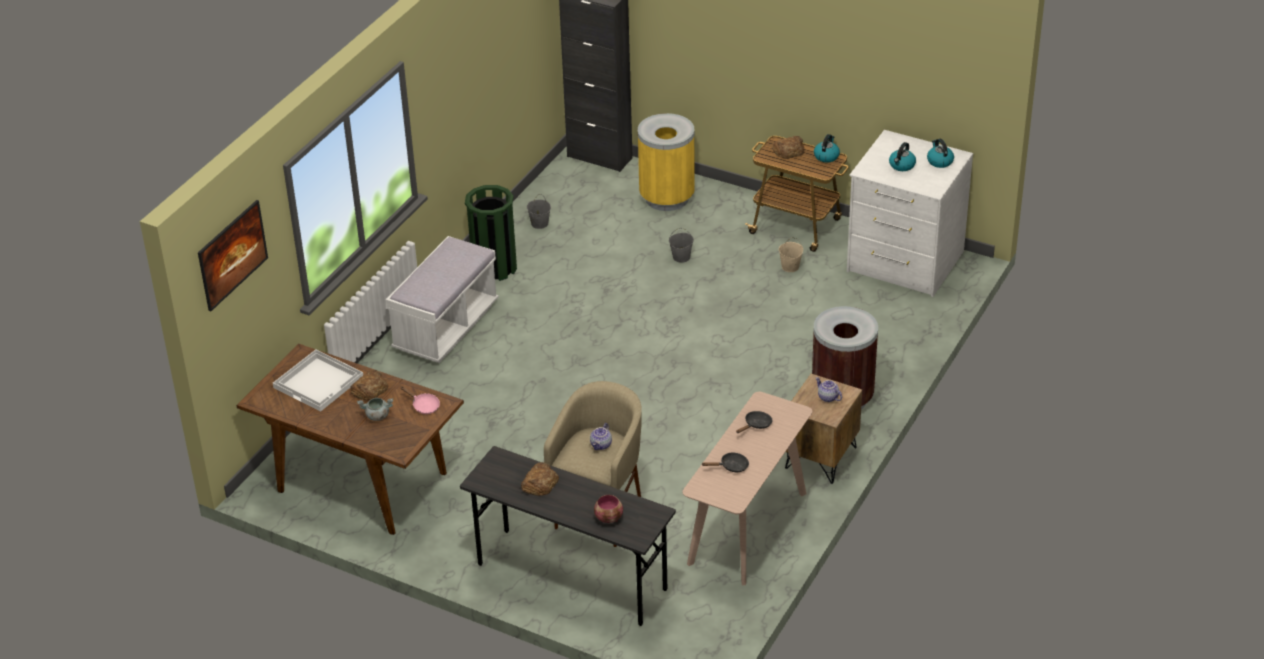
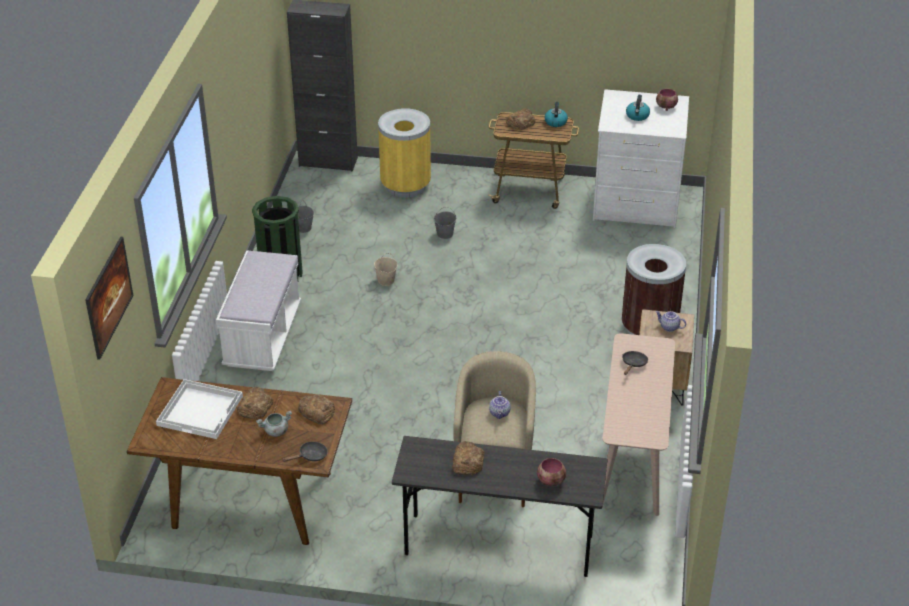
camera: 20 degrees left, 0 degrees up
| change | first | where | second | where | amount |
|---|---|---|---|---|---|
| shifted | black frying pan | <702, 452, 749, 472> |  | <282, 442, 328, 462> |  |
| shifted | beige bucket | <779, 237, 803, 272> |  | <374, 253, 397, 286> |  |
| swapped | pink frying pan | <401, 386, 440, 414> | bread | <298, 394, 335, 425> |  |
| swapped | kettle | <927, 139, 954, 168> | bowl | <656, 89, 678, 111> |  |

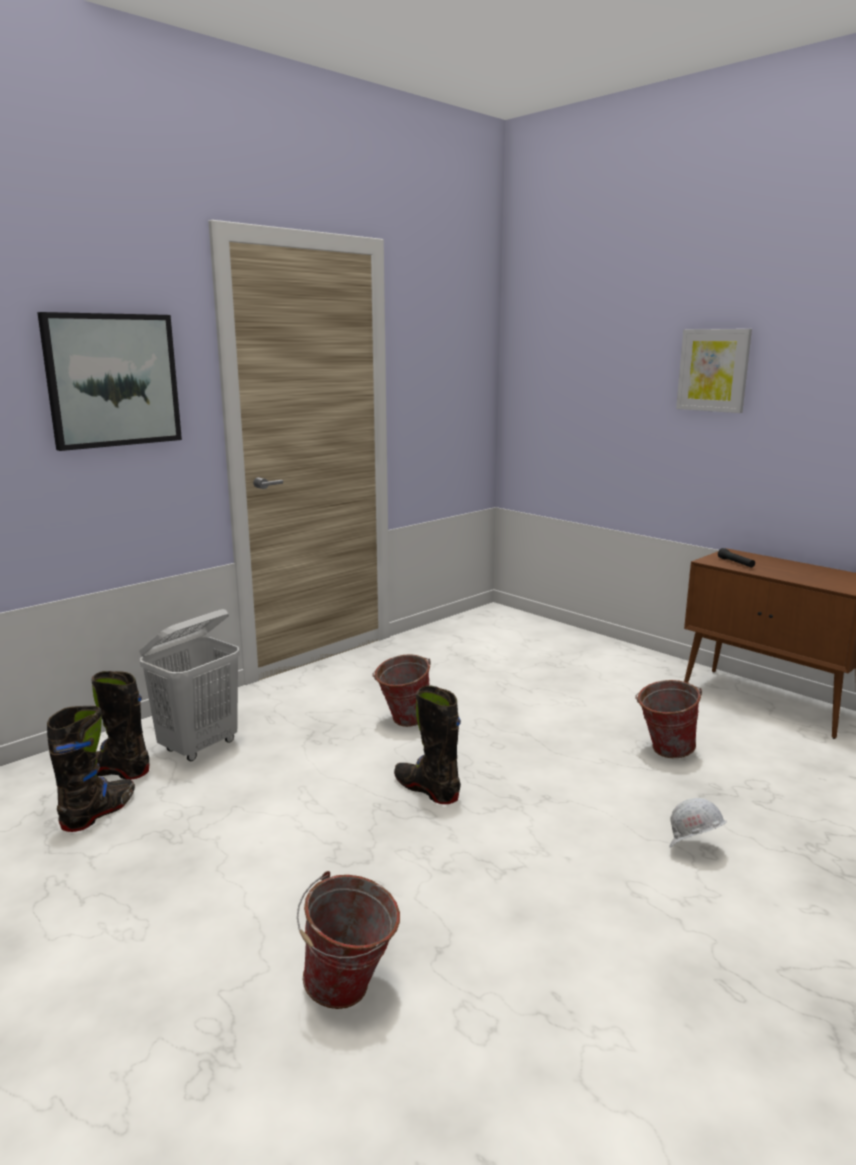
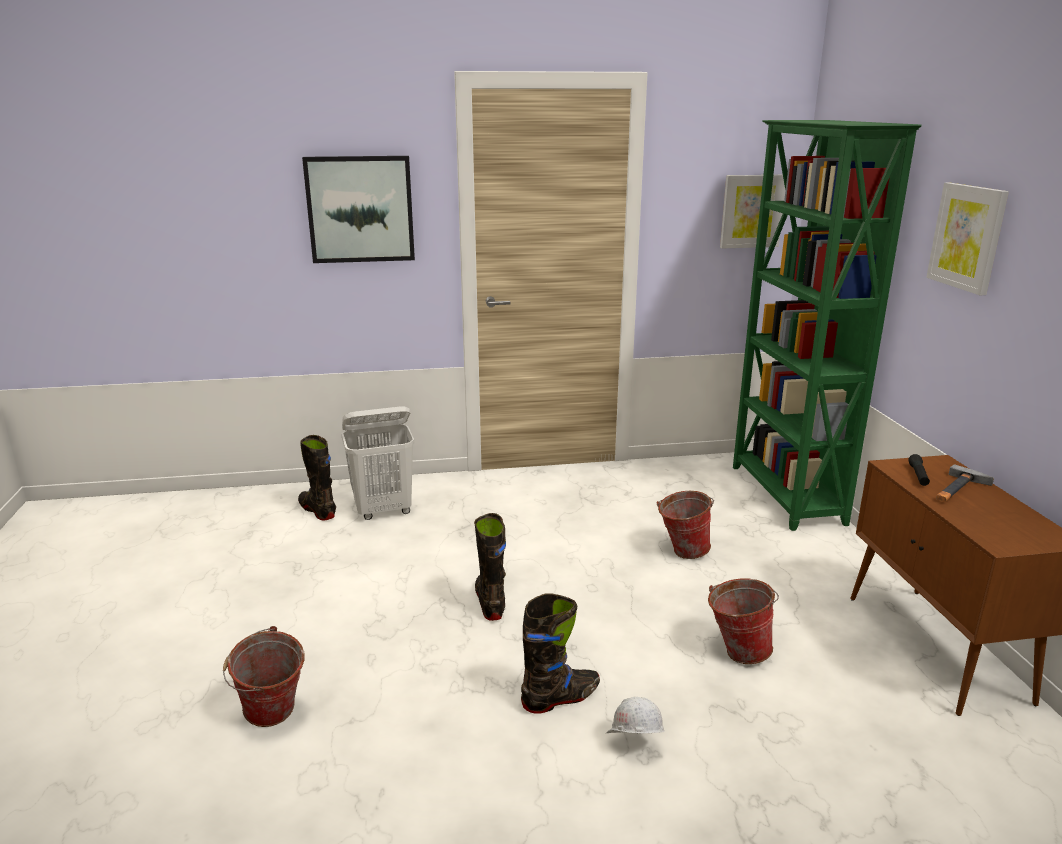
camera: 35 degrees right, 5 degrees up
| change | first | where | second | where | amount |
|---|---|---|---|---|---|
| new |  |  | picture | <720, 175, 785, 249> |  |
| new |  |  | green bookcase | <733, 120, 922, 531> |  |
| new |  |  | hammer | <936, 464, 994, 502> |  |
| shifted | black boot | <47, 706, 135, 832> |  | <521, 593, 600, 714> |  |
| shifted | bucket | <373, 654, 431, 727> |  | <657, 491, 714, 559> |  |

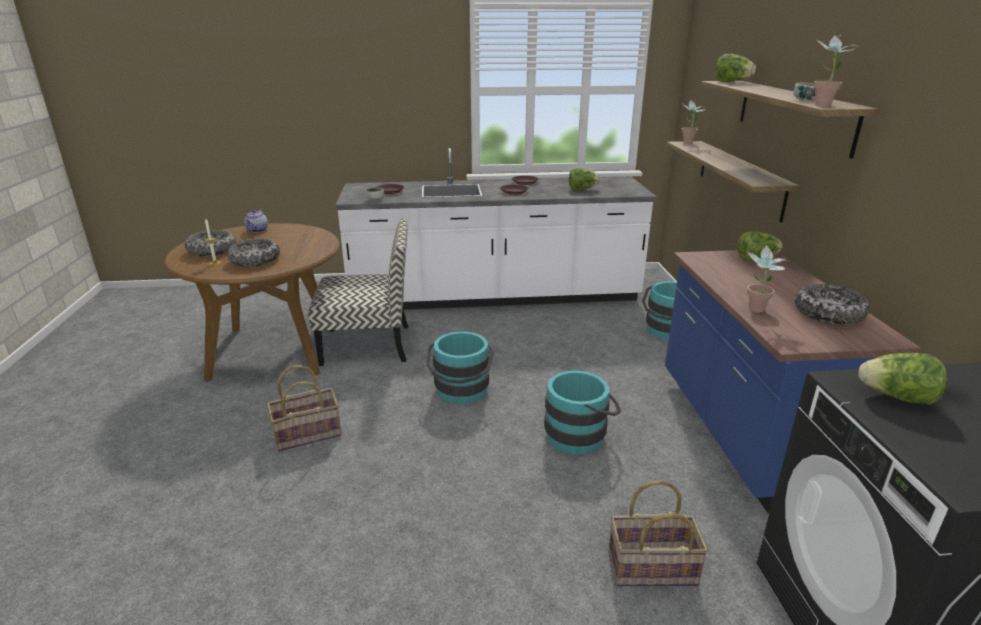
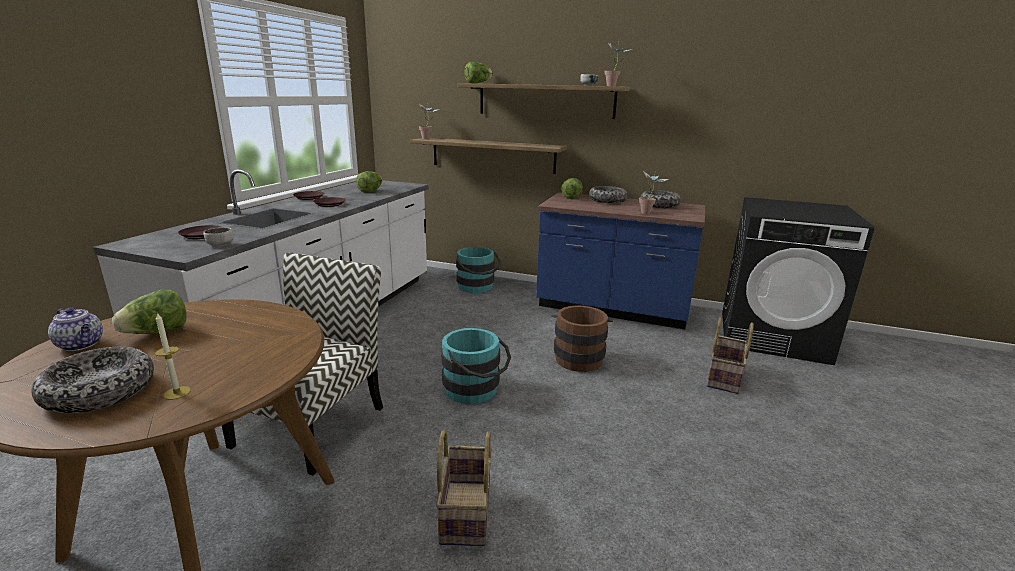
camera: 65 degrees left, 5 degrees down
| change | first | where | second | where | amount |
|---|---|---|---|---|---|
| shifted | bowl | <227, 238, 280, 267> |  | <589, 186, 628, 203> |  |
| shifted | lettuce | <858, 353, 947, 405> |  | <112, 289, 187, 334> |  |
| repainted | turquoise bucket | <544, 370, 621, 455> | brown bucket | <551, 306, 613, 372> |  |

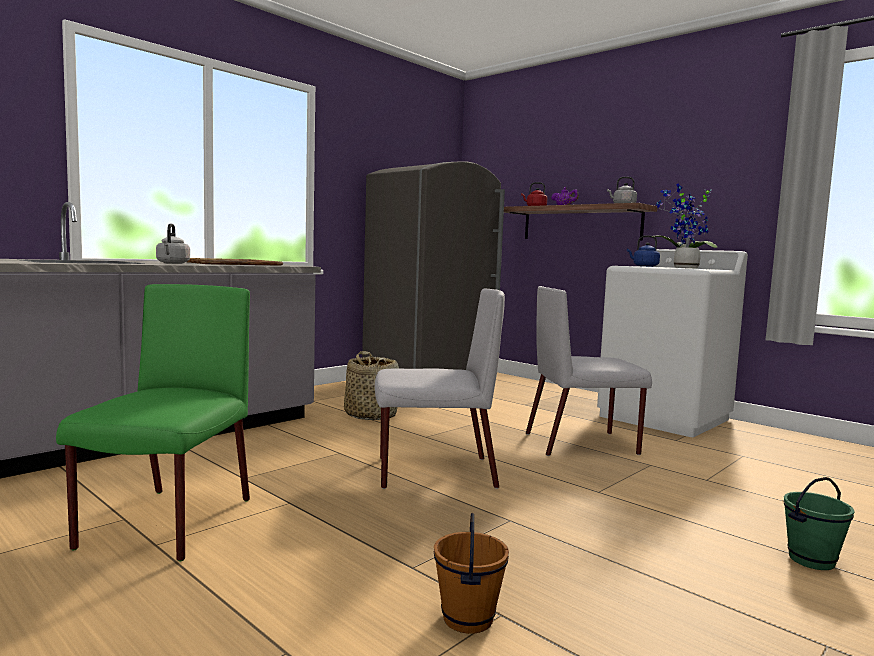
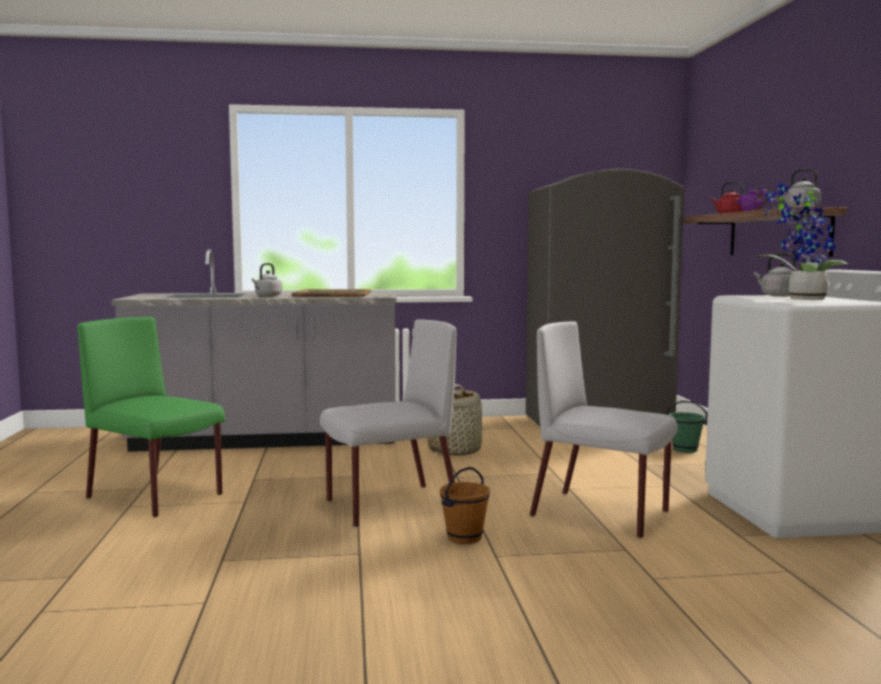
camera: 40 degrees right, 0 degrees up
| change | first | where | second | where | amount |
|---|---|---|---|---|---|
| shifted | brown bucket | <434, 513, 509, 634> |  | <440, 467, 490, 544> |  |
| shifted | green bucket | <784, 477, 855, 570> |  | <666, 401, 708, 453> |  |
| repainted | blue kettle | <627, 235, 660, 267> | grey kettle | <754, 253, 796, 297> |  |
| rotated | green chair | <56, 284, 250, 562> |  | <77, 317, 225, 518> | 105 degrees counterclockwise |
| rotated | grey chair | <375, 289, 505, 489> |  | <320, 319, 456, 527> | 60 degrees counterclockwise |

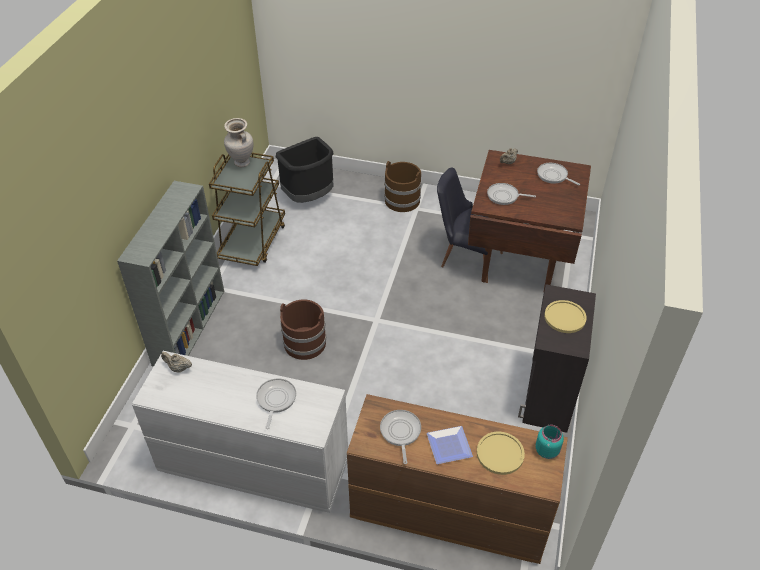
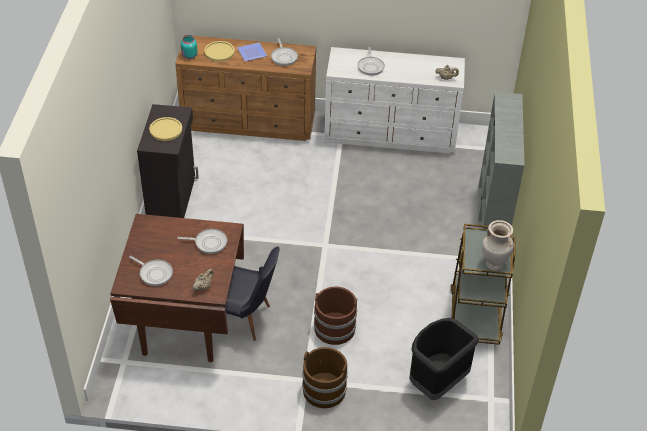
camera: 170 degrees right, 0 degrees up
| change | first | where | second | where | amount |
|---|---|---|---|---|---|
| shifted | brown bucket | <280, 300, 326, 360> |  | <314, 286, 357, 345> |  |

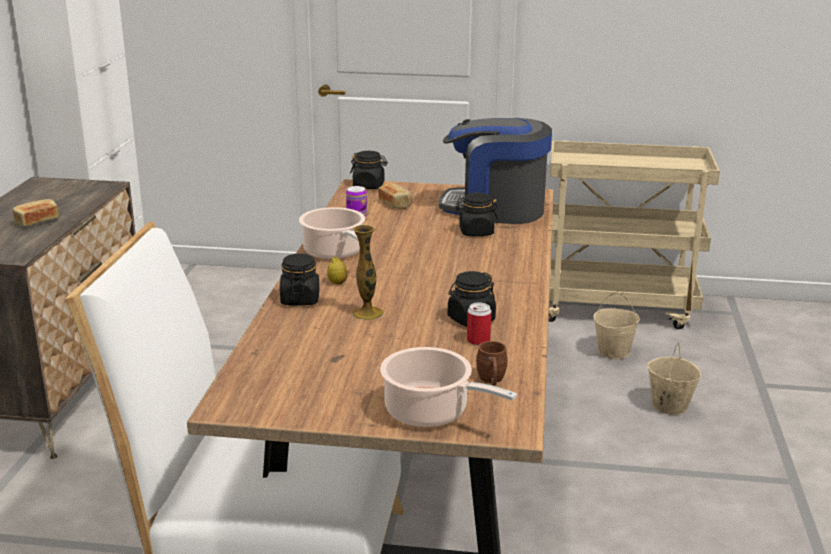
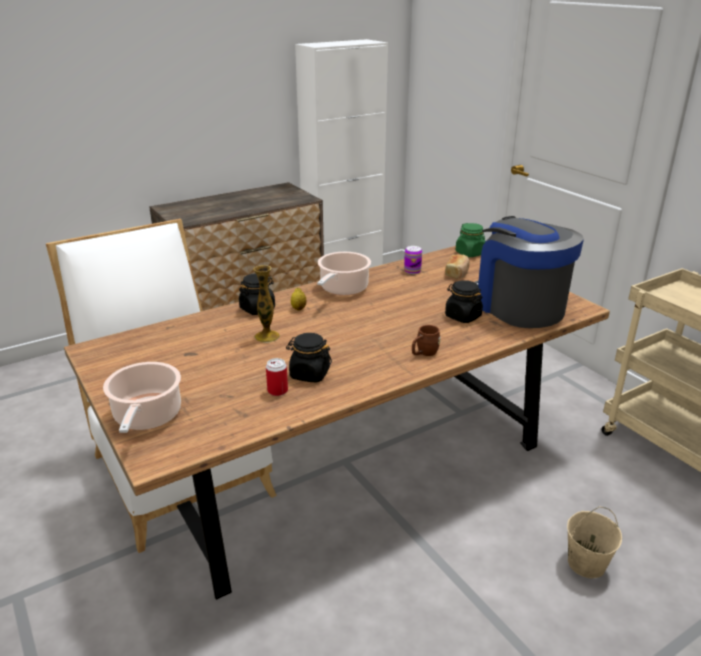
camera: 50 degrees right, 5 degrees up
| change | first | where | second | where | amount |
|---|---|---|---|---|---|
| gone | bread | <12, 199, 59, 226> |  |  |  |
| gone | beige bucket | <594, 293, 640, 359> |  |  |  |
| shifted | brown mug | <476, 341, 508, 386> |  | <412, 325, 441, 356> |  |
| repainted | black jar | <350, 151, 388, 189> | green jar | <456, 223, 486, 257> |  |

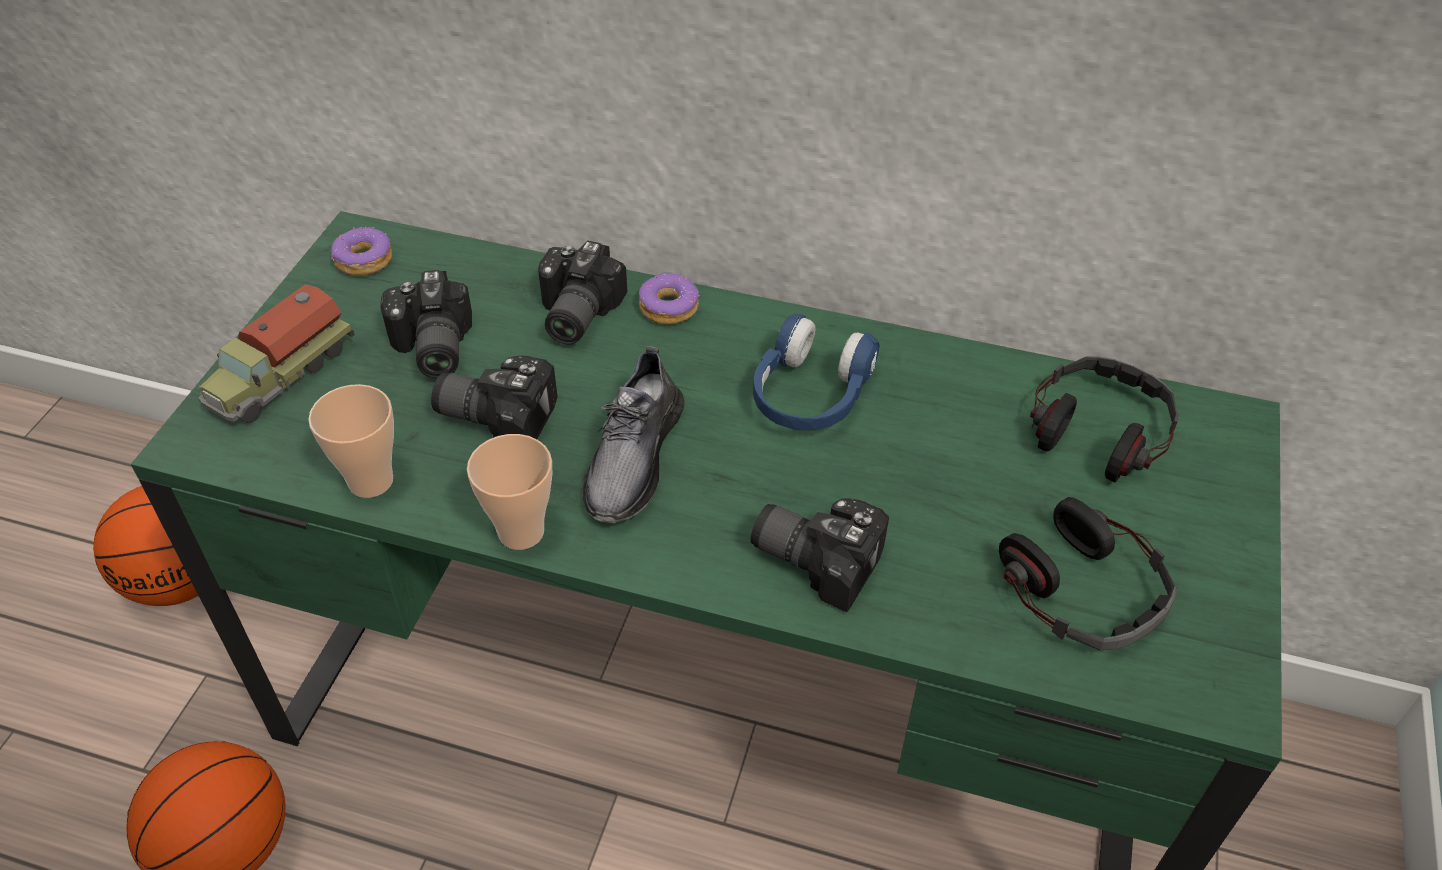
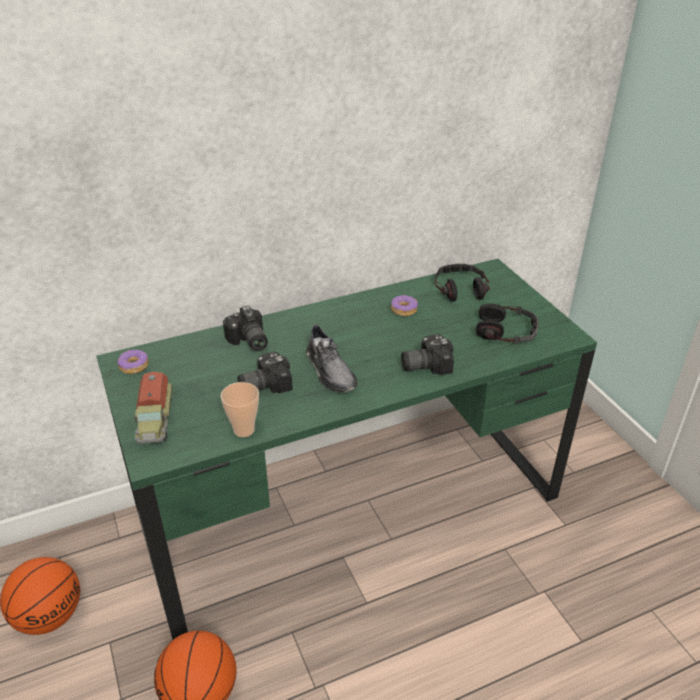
camera: 40 degrees left, 10 degrees down
| change | first | where | second | where | amount |
|---|---|---|---|---|---|
| gone | photo camera | <380, 270, 472, 379> |  |  |  |
| gone | cup | <467, 434, 552, 550> |  |  |  |
| gone | blue headphones | <753, 314, 880, 431> |  |  |  |
| shifted | donut | <639, 274, 700, 324> |  | <391, 295, 418, 316> |  |

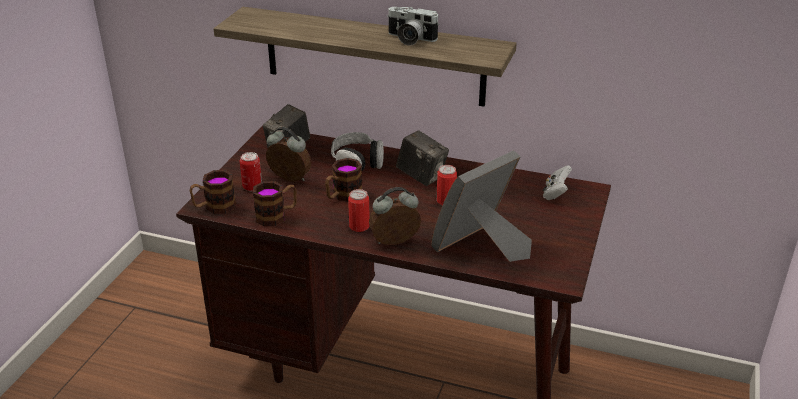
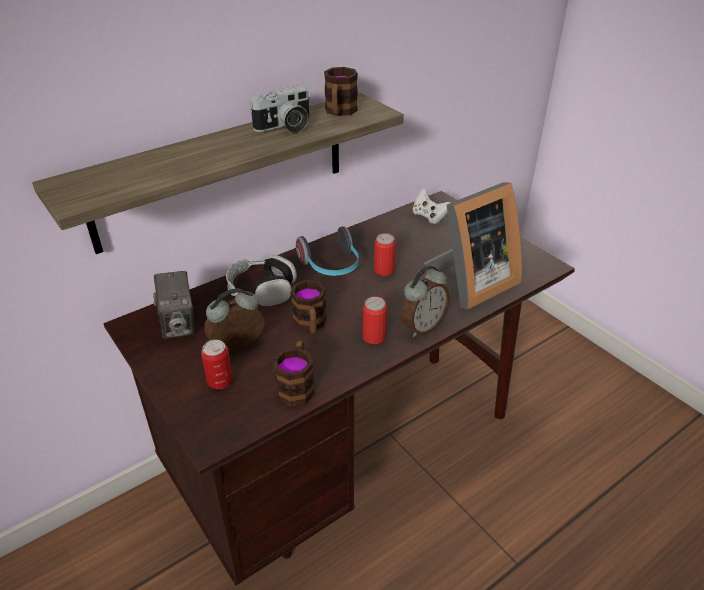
camera: 55 degrees left, 5 degrees up
| change | first | where | second | where | amount |
|---|---|---|---|---|---|
| shifted | mug | <190, 170, 236, 214> |  | <324, 67, 358, 116> |  |
| swapped | photo camera | <396, 130, 449, 186> | headphones | <296, 226, 359, 276> |  |
| rotated | alarm clock | <369, 187, 421, 245> |  | <401, 265, 450, 337> | 150 degrees counterclockwise |
| rotated | picture frame | <431, 150, 532, 262> |  | <424, 182, 522, 309> | 120 degrees counterclockwise |

